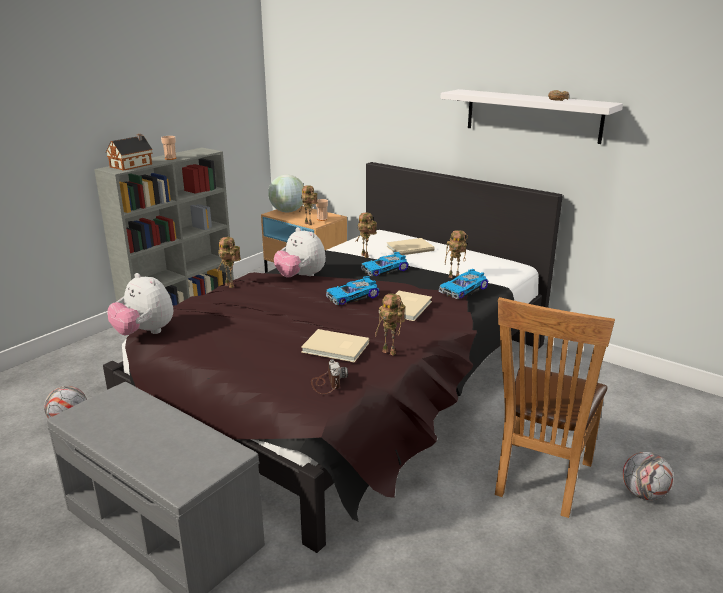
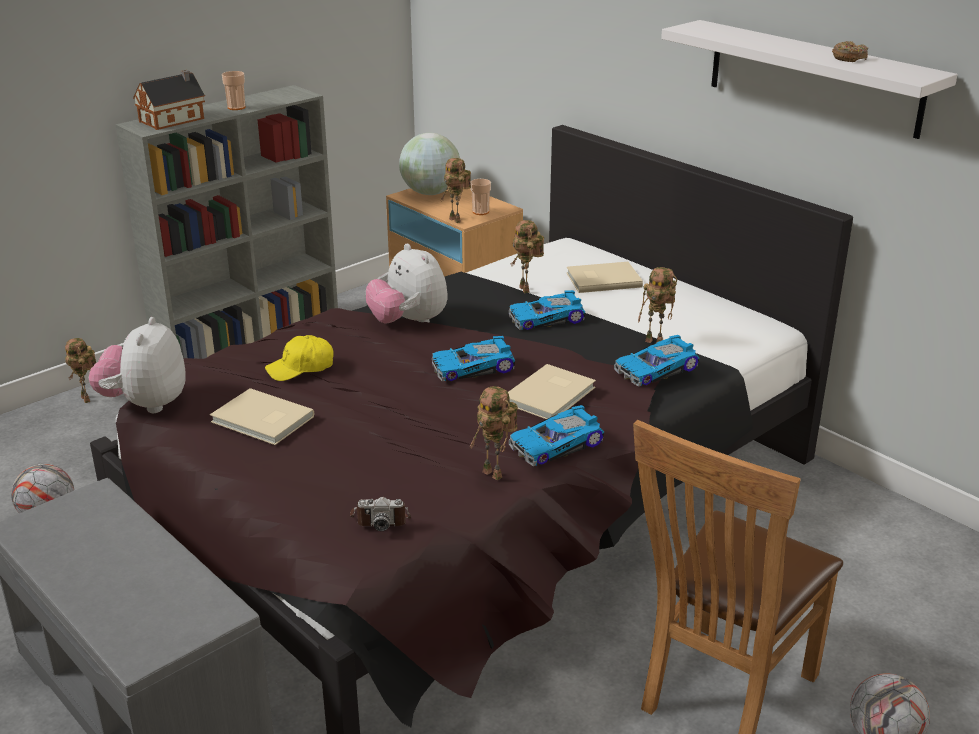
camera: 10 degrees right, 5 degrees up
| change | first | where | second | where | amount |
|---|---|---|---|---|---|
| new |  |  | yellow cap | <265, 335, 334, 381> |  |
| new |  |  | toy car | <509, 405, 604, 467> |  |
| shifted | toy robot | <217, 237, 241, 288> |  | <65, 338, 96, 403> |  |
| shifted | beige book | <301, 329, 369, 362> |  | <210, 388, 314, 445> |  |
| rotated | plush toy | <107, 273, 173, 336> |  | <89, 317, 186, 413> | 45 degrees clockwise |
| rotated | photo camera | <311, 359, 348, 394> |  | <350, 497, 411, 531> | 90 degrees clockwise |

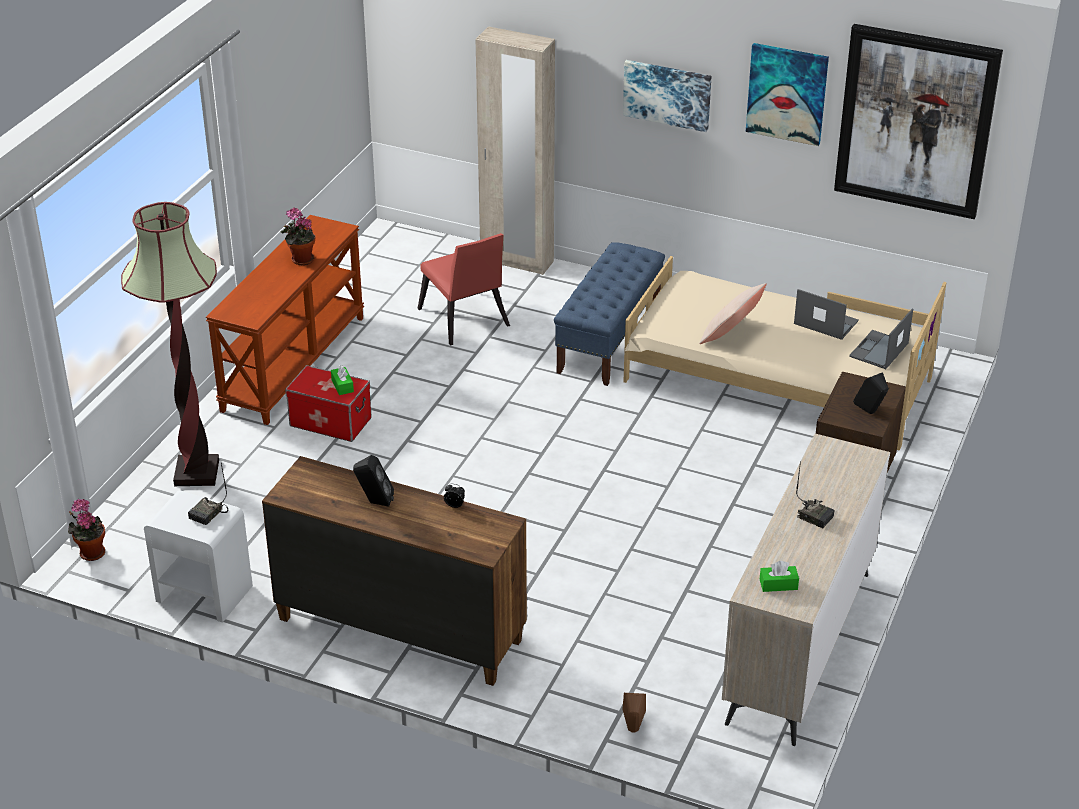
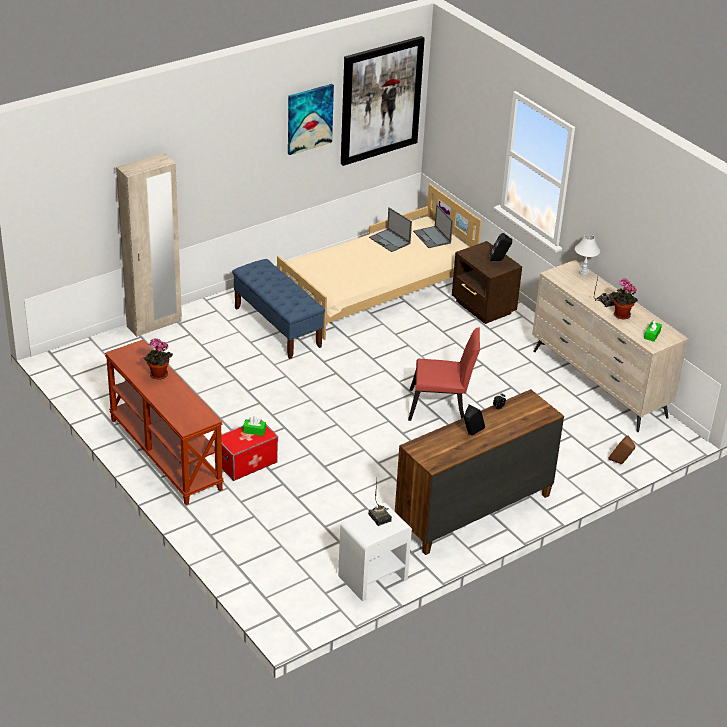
camera: 60 degrees left, 0 degrees up
| change | first | where | second | where | amount |
|---|---|---|---|---|---|
| gone | floor lamp | <121, 202, 219, 486> |  |  |  |
| gone | picture | <623, 60, 711, 132> |  |  |  |
| gone | beige pillow | <699, 283, 767, 344> |  |  |  |
| new |  |  | white table lamp | <575, 234, 600, 276> |  |
| shifted | potted plant | <68, 499, 105, 561> |  | <611, 279, 638, 319> |  |
| shifted | red chair | <417, 233, 510, 346> |  | <408, 327, 480, 421> |  |
| rotated | laptop | <794, 289, 859, 340> |  | <369, 208, 412, 252> | 105 degrees counterclockwise |

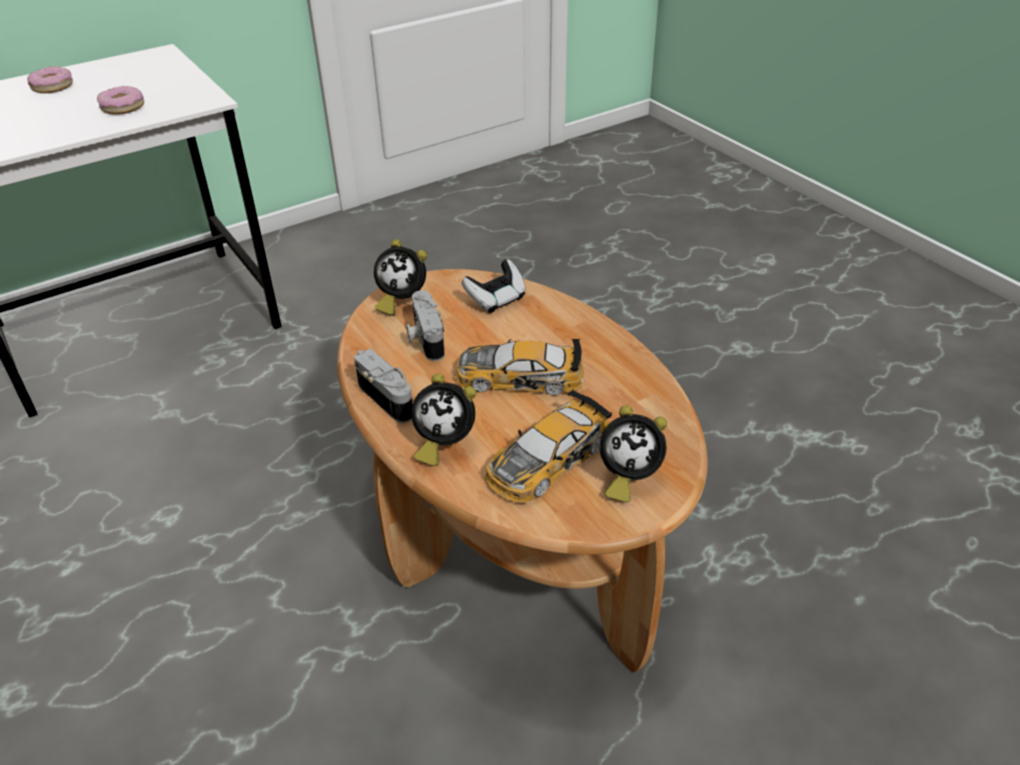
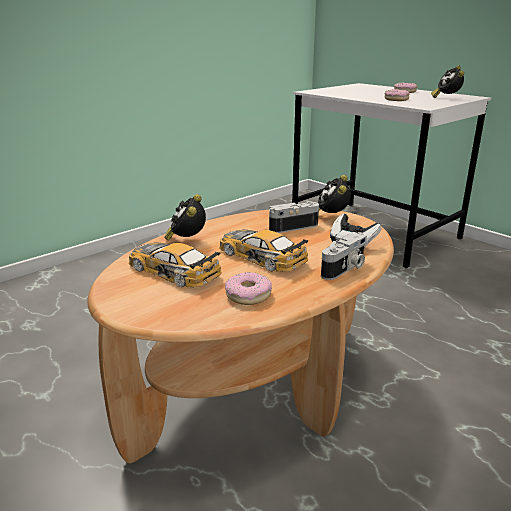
camera: 80 degrees right, 15 degrees down
| change | first | where | second | where | amount |
|---|---|---|---|---|---|
| new |  |  | donut | <225, 272, 272, 305> |  |
| shifted | photo camera | <354, 348, 413, 423> |  | <321, 232, 367, 280> |  |
| shifted | alarm clock | <600, 405, 667, 503> |  | <431, 65, 464, 98> |  |
| rotated | toy car | <455, 339, 583, 395> |  | <219, 230, 309, 272> | 45 degrees counterclockwise |

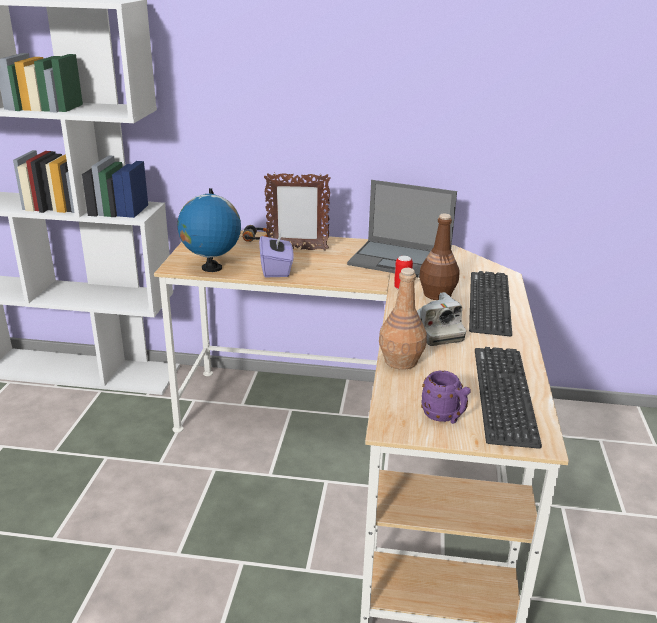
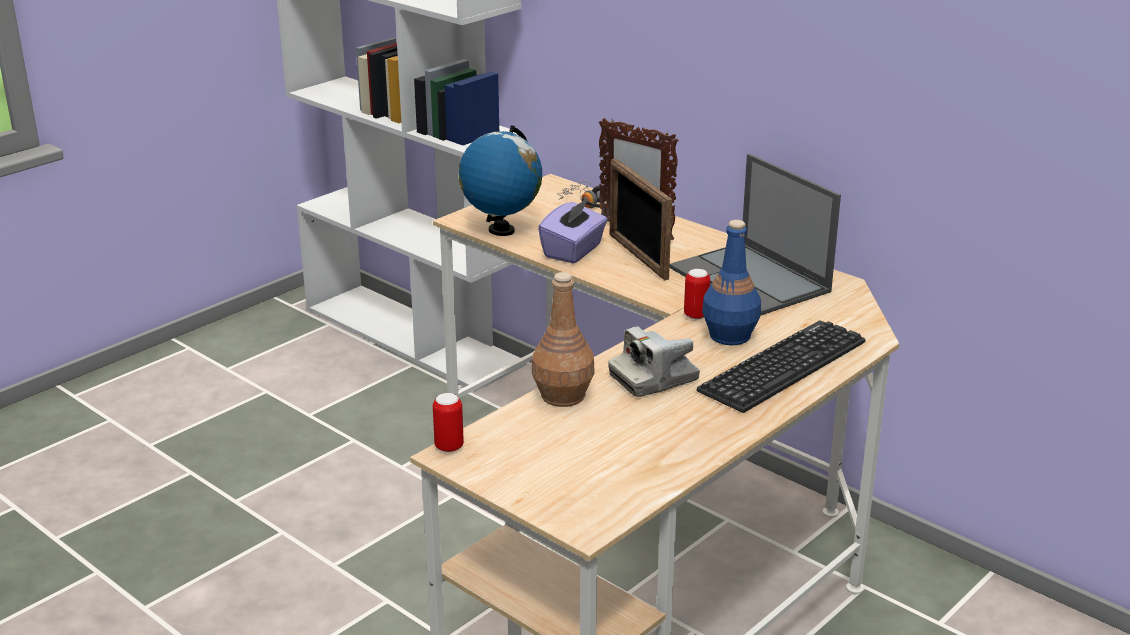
camera: 35 degrees right, 0 degrees up
| change | first | where | second | where | amount |
|---|---|---|---|---|---|
| gone | purple mug | <421, 371, 471, 424> |  |  |  |
| gone | keyboard | <475, 347, 542, 449> |  |  |  |
| new |  |  | can | <433, 393, 464, 452> |  |
| new |  |  | picture frame | <610, 158, 672, 280> |  |
| repainted | brown bottle | <419, 214, 460, 300> | blue bottle | <702, 220, 761, 345> |  |
| rotated | photo camera | <417, 292, 466, 346> |  | <608, 326, 700, 397> | 45 degrees clockwise |

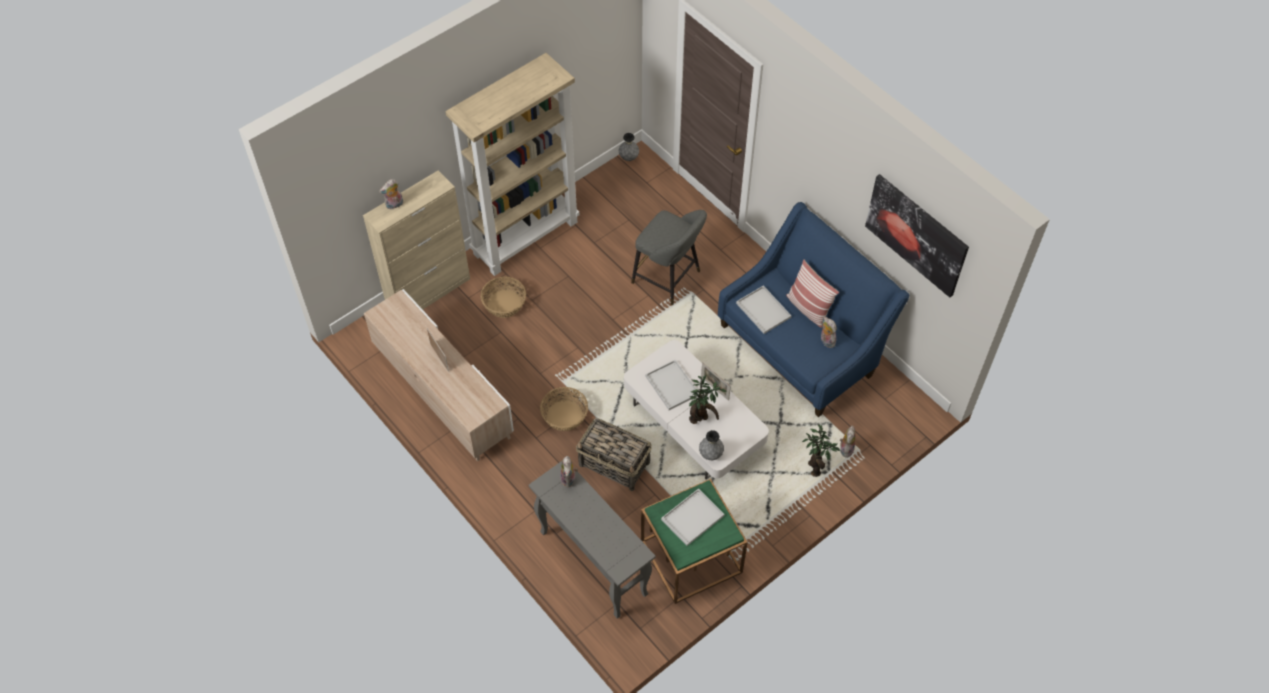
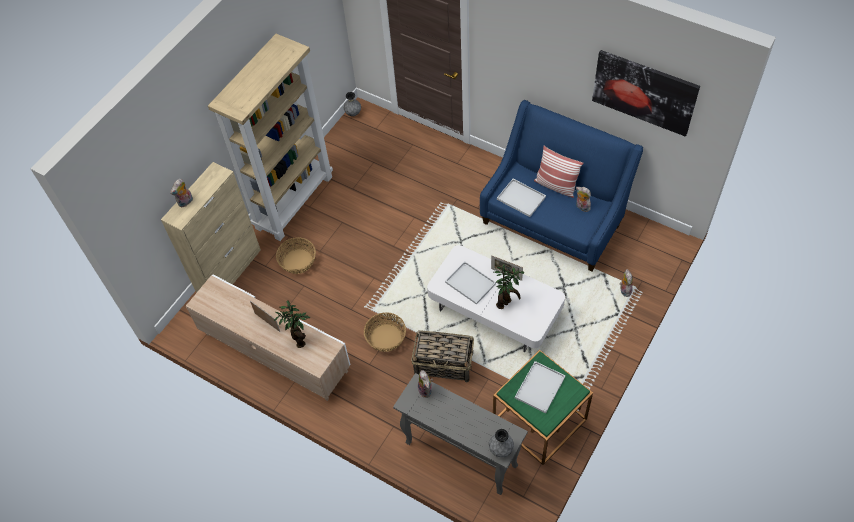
camera: 15 degrees left, 0 degrees up
| change | first | where | second | where | amount |
|---|---|---|---|---|---|
| gone | grey stool | <631, 210, 707, 305> |  |  |  |
| shifted | grey vase | <699, 430, 724, 460> |  | <489, 429, 514, 457> |  |
| shifted | potted plant | <802, 425, 840, 477> |  | <274, 300, 310, 348> |  |

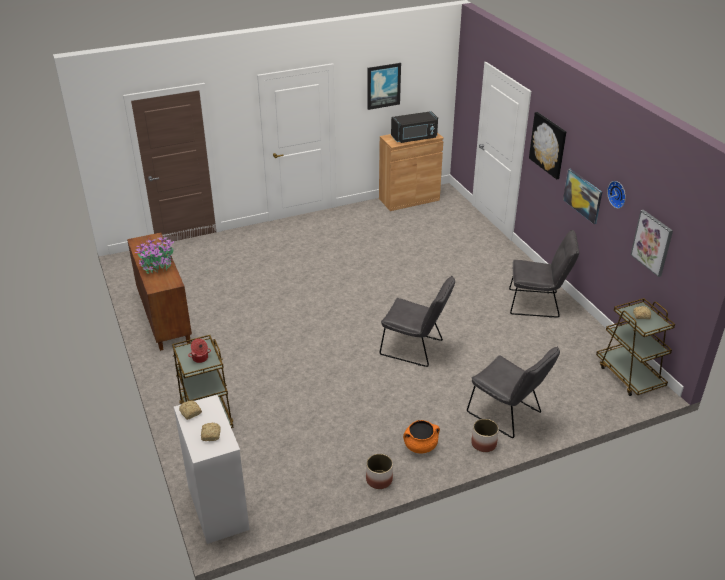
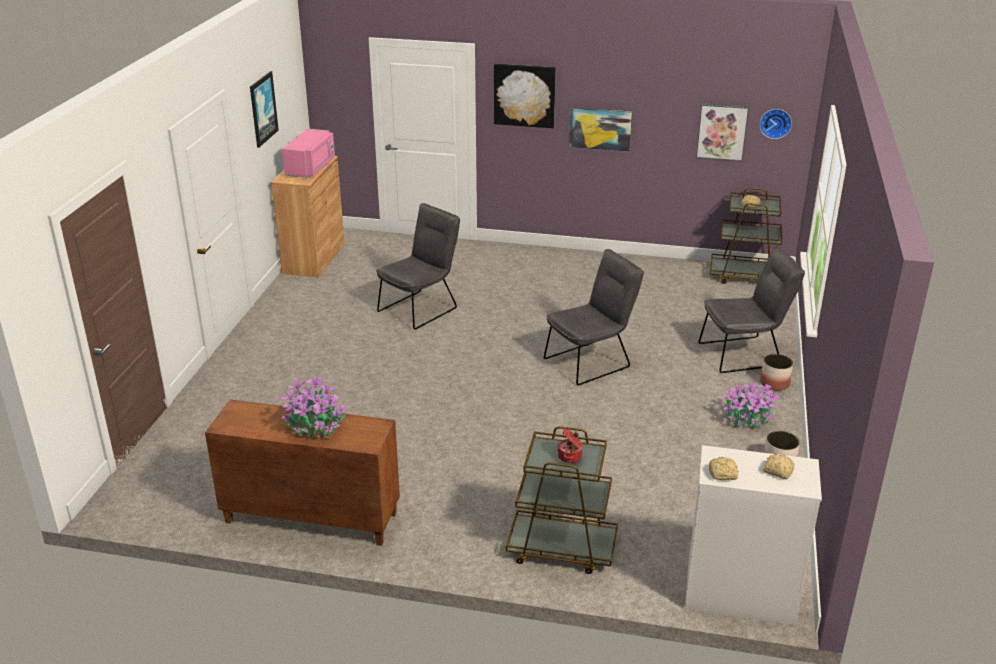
camera: 55 degrees left, 5 degrees down
| change | first | where | second | where | amount |
|---|---|---|---|---|---|
| shifted | grey chair | <509, 230, 579, 318> |  | <376, 203, 460, 330> |  |
| shifted | wall clock | <607, 181, 626, 209> |  | <759, 109, 792, 139> |  |
| swapped | orange cooking pot | <403, 420, 440, 453> | potted plant | <723, 381, 780, 430> |  |
| repainted | black microwave | <391, 111, 438, 143> | pink microwave | <282, 128, 335, 178> |  |

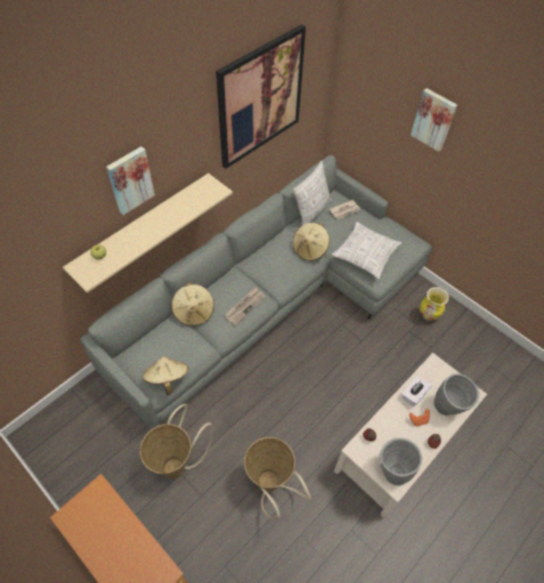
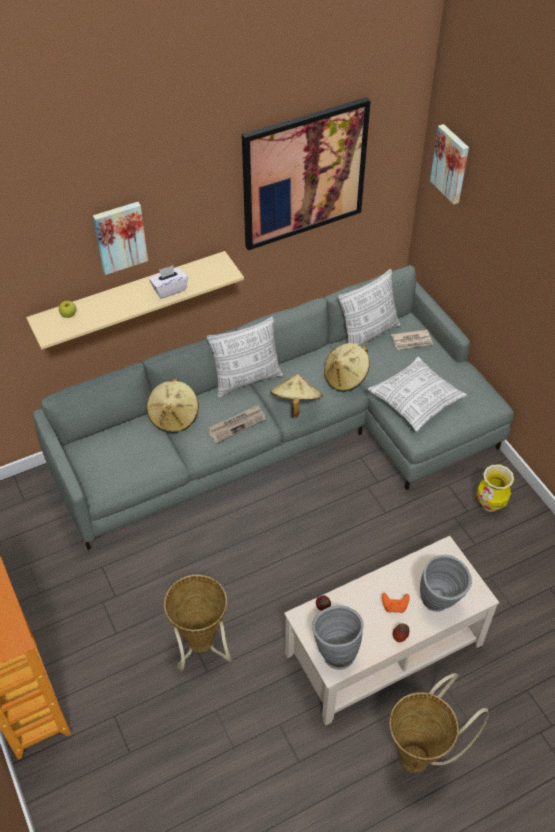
camera: 20 degrees right, 5 degrees down
| change | first | where | second | where | amount |
|---|---|---|---|---|---|
| new |  |  | pillow | <207, 317, 283, 397> |  |
| shifted | basket | <140, 404, 213, 479> |  | <389, 673, 489, 773> |  |
| shifted | beige hat | <142, 356, 189, 395> |  | <270, 374, 323, 417> |  |
| shifted | white tissue box | <402, 376, 432, 407> |  | <149, 265, 188, 299> |  |
| shifted | picture | <411, 88, 457, 152> |  | <430, 124, 469, 205> |  |

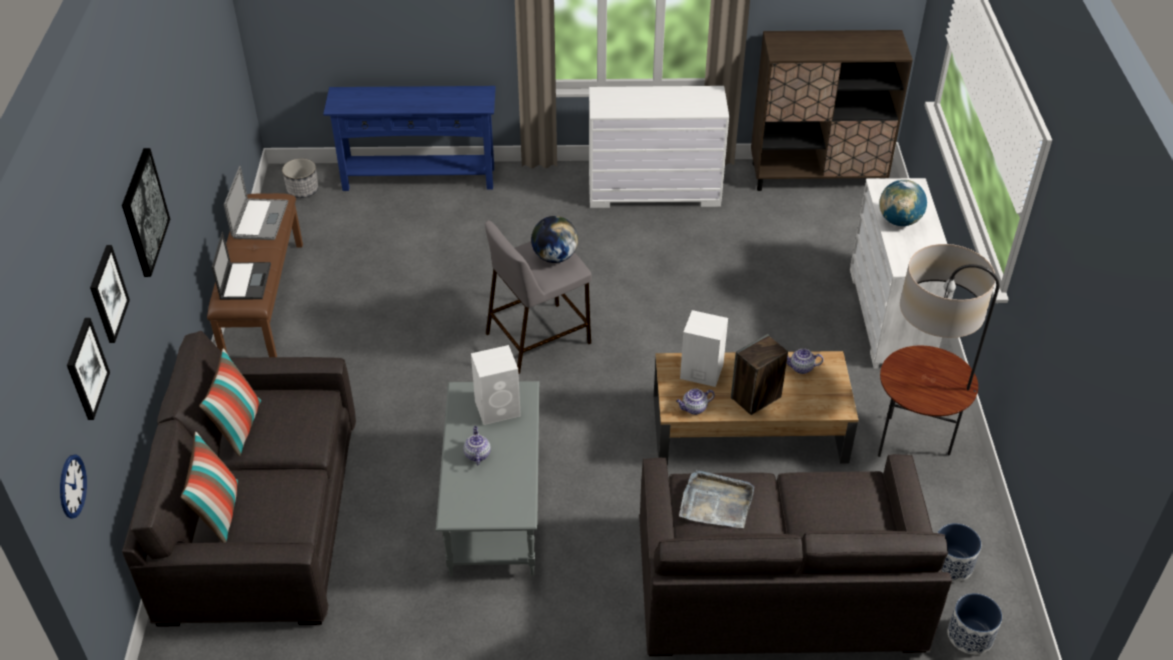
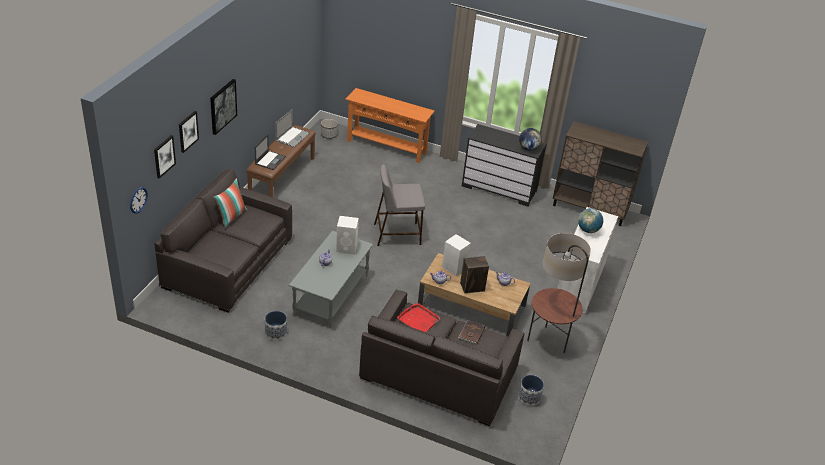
camera: 20 degrees right, 5 degrees down
| change | first | where | second | where | amount |
|---|---|---|---|---|---|
| gone | pillow | <181, 432, 238, 542> |  |  |  |
| new |  |  | brown book | <458, 320, 485, 345> |  |
| shifted | globe | <531, 216, 578, 263> |  | <519, 128, 542, 151> |  |
| shifted | planter | <948, 593, 1002, 655> |  | <265, 311, 287, 340> |  |
| repainted | blue console table | <323, 86, 496, 191> | orange console table | <345, 88, 435, 163> |  |
| repainted | white dresser | <589, 86, 729, 208> | black dresser | <462, 124, 546, 207> |  |
| repainted | grey tray | <679, 470, 754, 528> | red tray | <397, 303, 440, 332> |  |

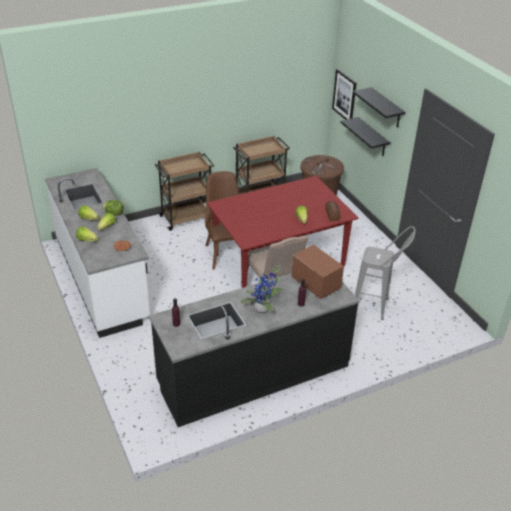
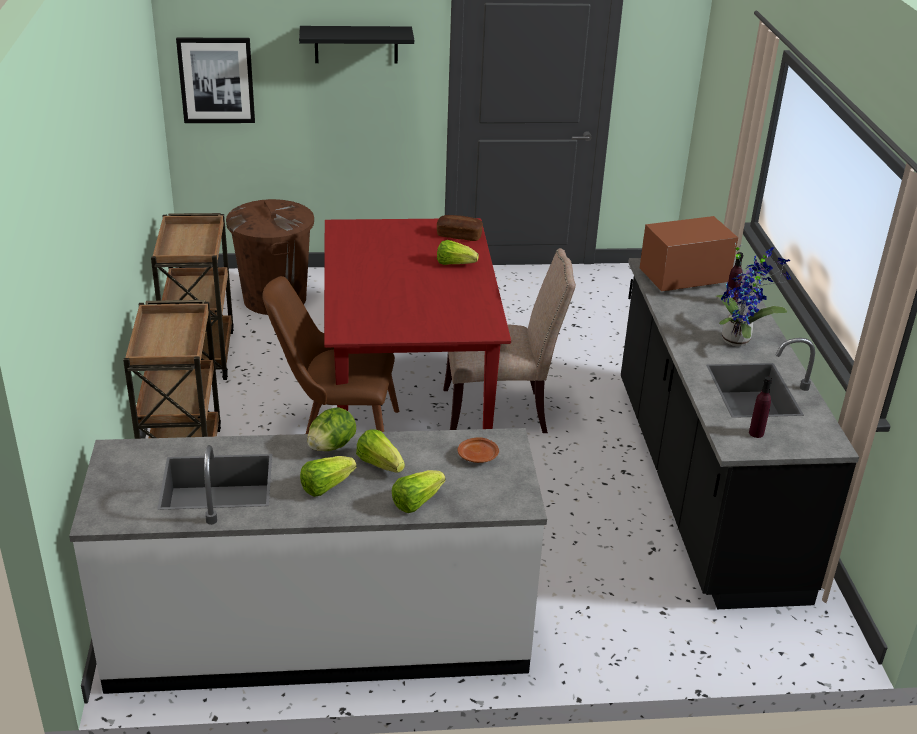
camera: 70 degrees left, 5 degrees down
| change | first | where | second | where | amount |
|---|---|---|---|---|---|
| gone | black shelf | <341, 117, 390, 156> |  |  |  |
| gone | grey stool | <355, 226, 416, 320> |  |  |  |

